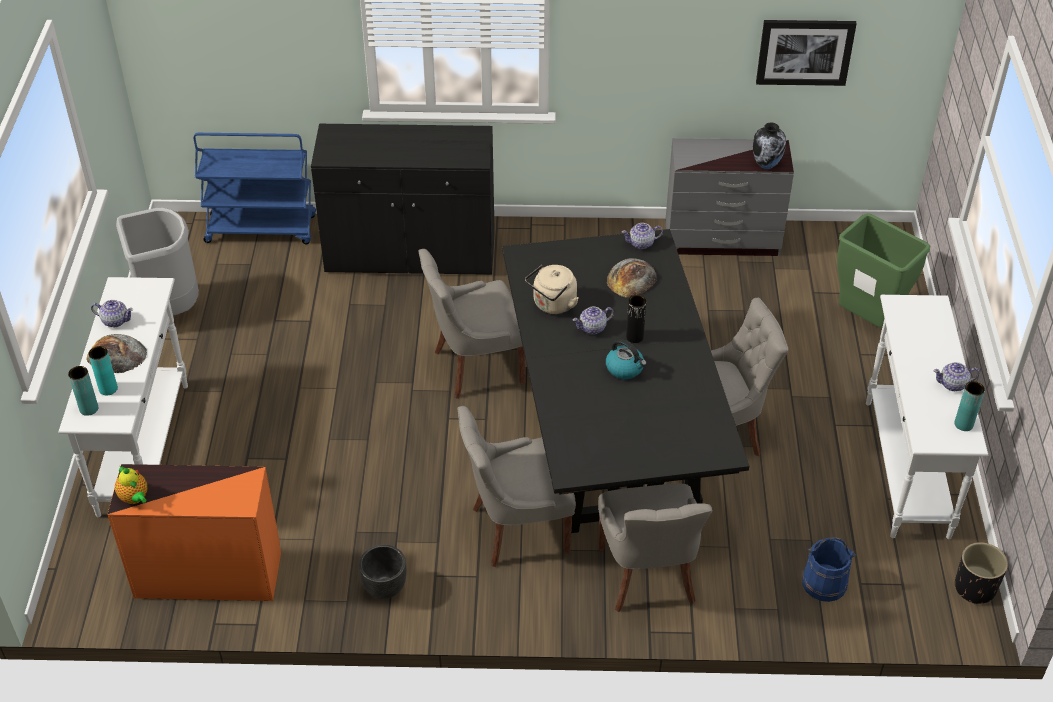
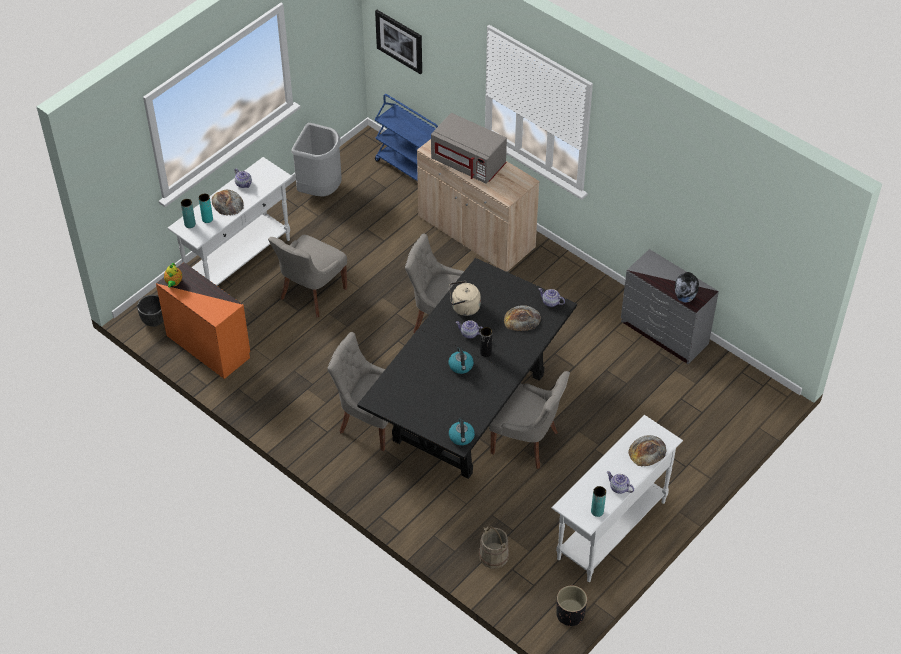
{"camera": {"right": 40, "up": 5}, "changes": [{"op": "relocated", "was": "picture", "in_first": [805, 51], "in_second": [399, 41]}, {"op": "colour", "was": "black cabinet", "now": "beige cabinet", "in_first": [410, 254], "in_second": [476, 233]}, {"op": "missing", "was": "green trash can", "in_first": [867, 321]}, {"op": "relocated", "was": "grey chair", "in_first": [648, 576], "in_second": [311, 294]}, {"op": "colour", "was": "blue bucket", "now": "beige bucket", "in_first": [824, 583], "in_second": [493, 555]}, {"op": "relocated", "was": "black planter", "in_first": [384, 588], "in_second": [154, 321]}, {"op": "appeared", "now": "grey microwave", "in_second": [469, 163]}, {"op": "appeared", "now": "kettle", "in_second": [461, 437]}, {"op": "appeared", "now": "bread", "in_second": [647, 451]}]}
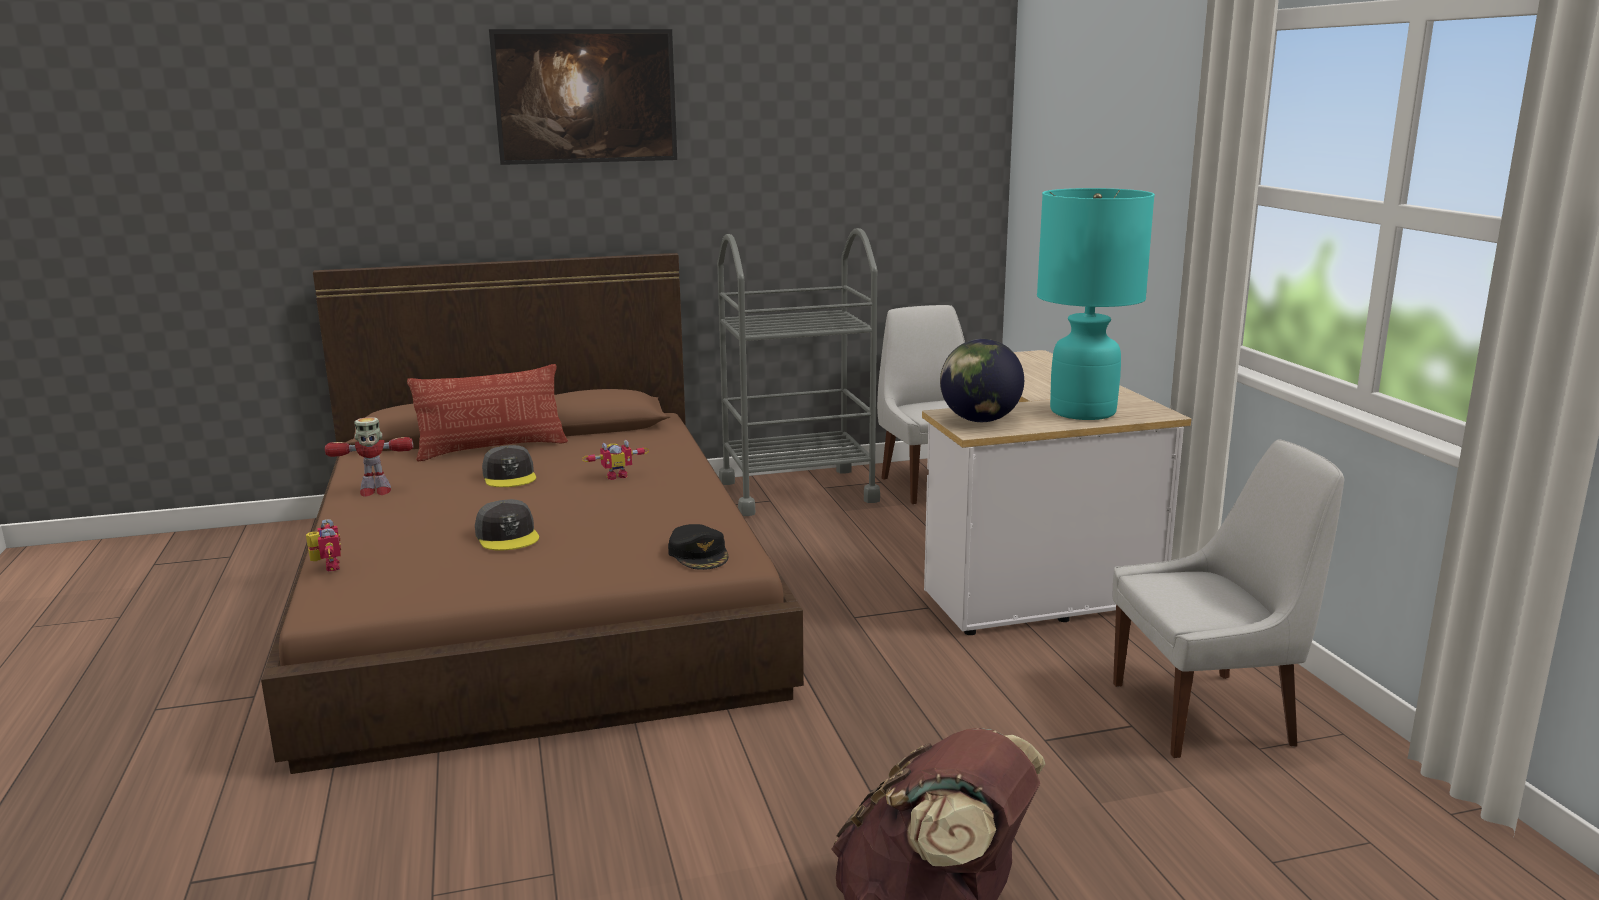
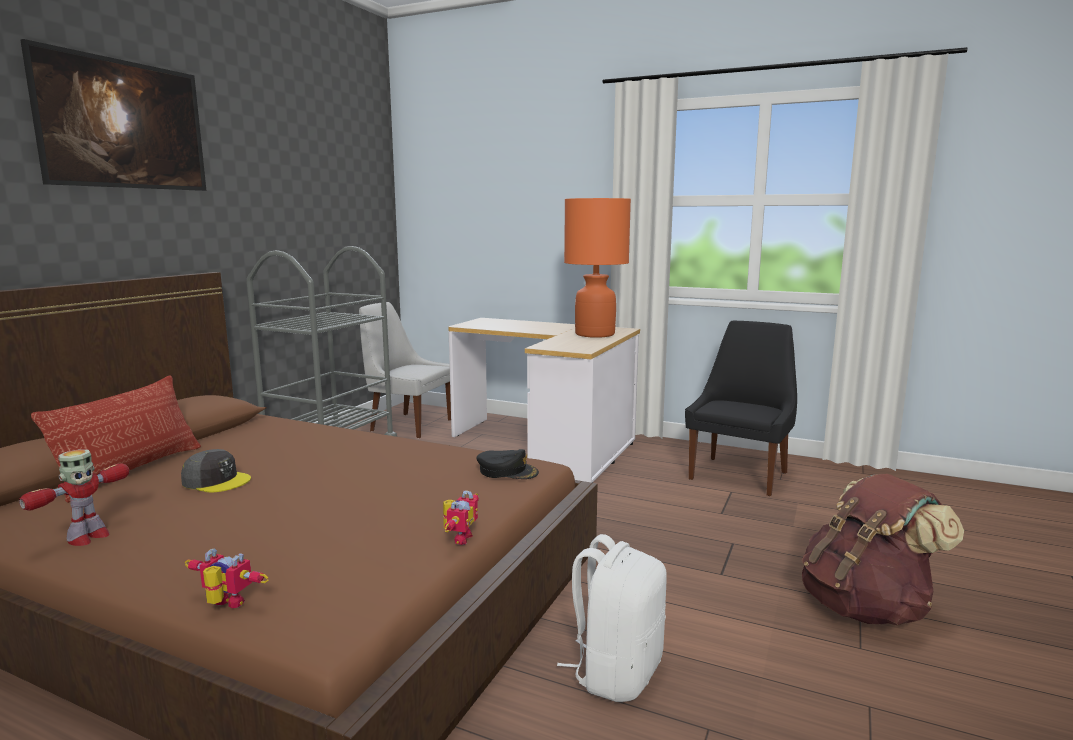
{"camera": {"right": -50, "up": -5}, "changes": [{"op": "colour", "was": "turquoise table lamp", "now": "orange table lamp", "in_first": [1083, 412], "in_second": [594, 334]}, {"op": "missing", "was": "globe", "in_first": [979, 420]}, {"op": "relocated", "was": "toy robot", "in_first": [616, 476], "in_second": [458, 538]}, {"op": "colour", "was": "white chair", "now": "black chair", "in_first": [1208, 713], "in_second": [740, 474]}, {"op": "missing", "was": "grey cap", "in_first": [508, 536]}, {"op": "appeared", "now": "white backpack", "in_second": [616, 672]}]}
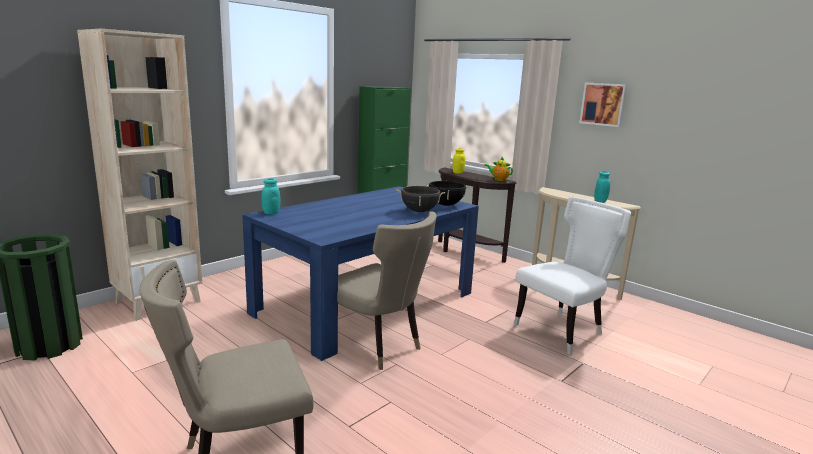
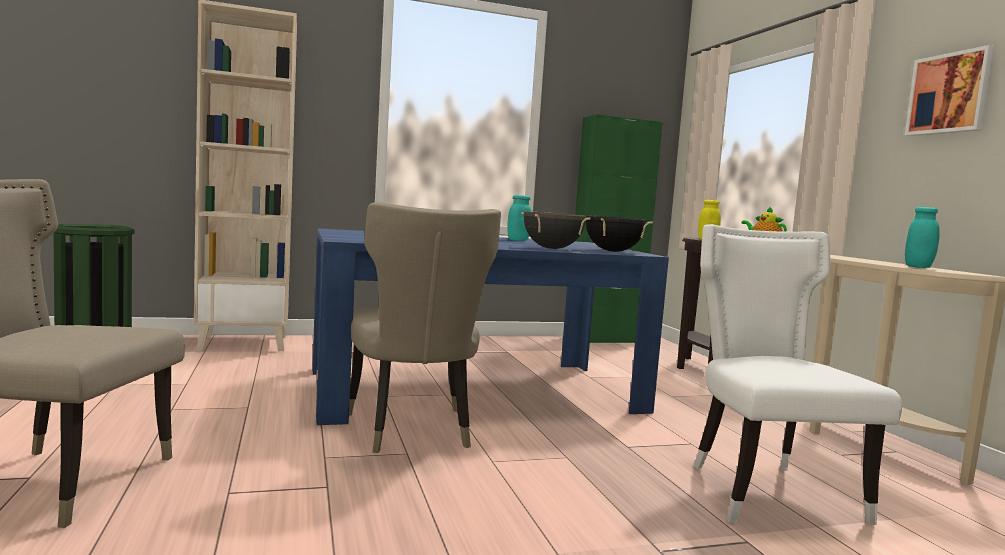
{"camera": {"right": 30, "up": -10}, "changes": [{"op": "relocated", "was": "turquoise jar", "in_first": [271, 213], "in_second": [518, 240]}, {"op": "spun", "was": "white chair", "in_first": [563, 330], "in_second": [766, 491], "clockwise": -90}]}
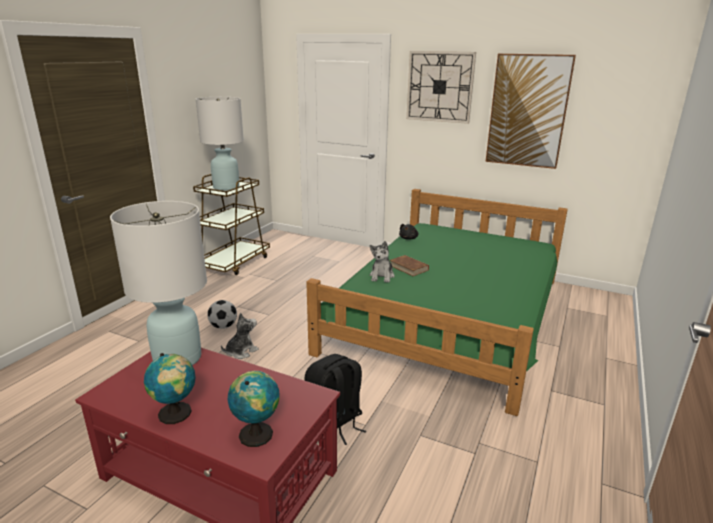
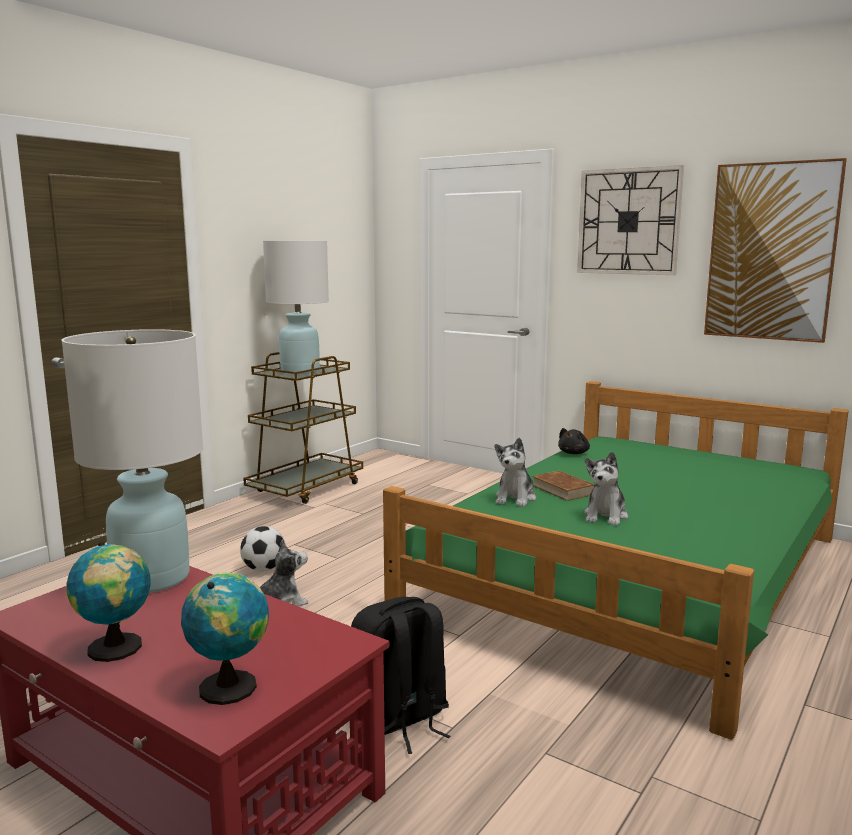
{"camera": {"right": 10, "up": -10}, "changes": [{"op": "appeared", "now": "plush toy", "in_second": [605, 516]}]}
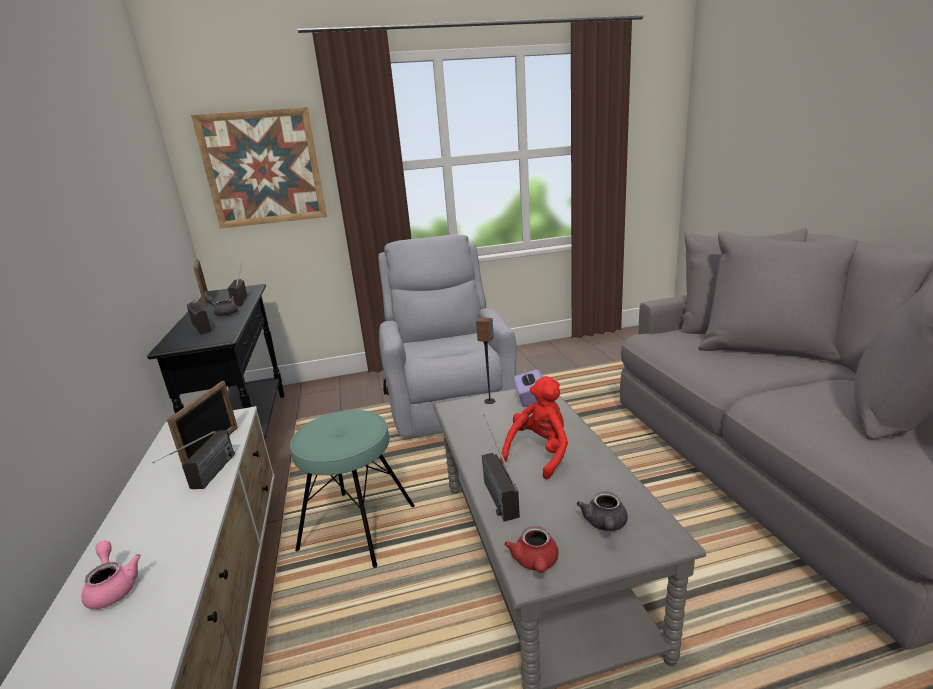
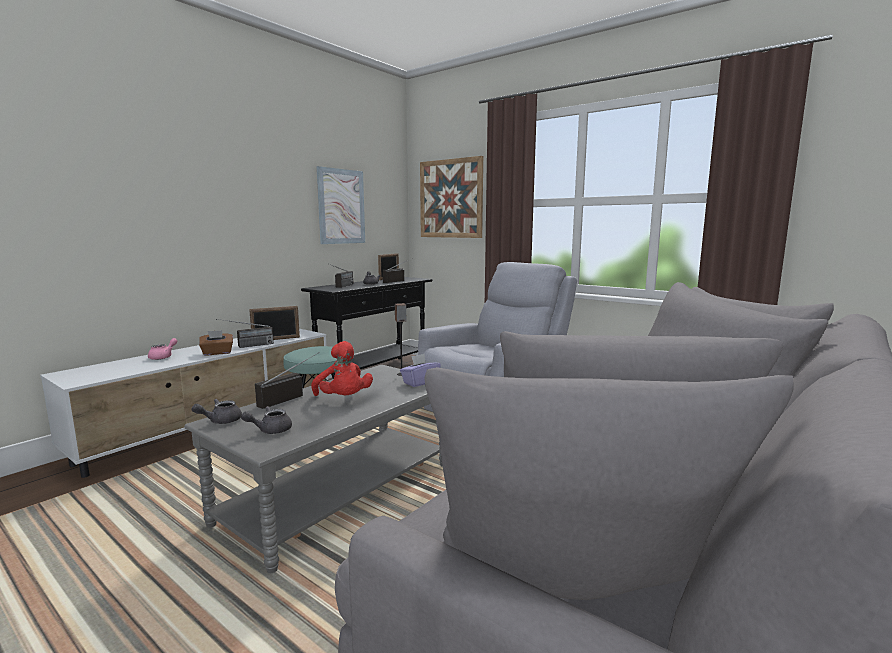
{"camera": {"right": 50, "up": -10}, "changes": [{"op": "spun", "was": "red plush toy", "in_first": [539, 453], "in_second": [343, 399], "clockwise": 60}, {"op": "colour", "was": "red teapot", "now": "grey teapot", "in_first": [535, 563], "in_second": [220, 421]}, {"op": "appeared", "now": "picture", "in_second": [341, 206]}, {"op": "appeared", "now": "brown tissue box", "in_second": [217, 353]}]}
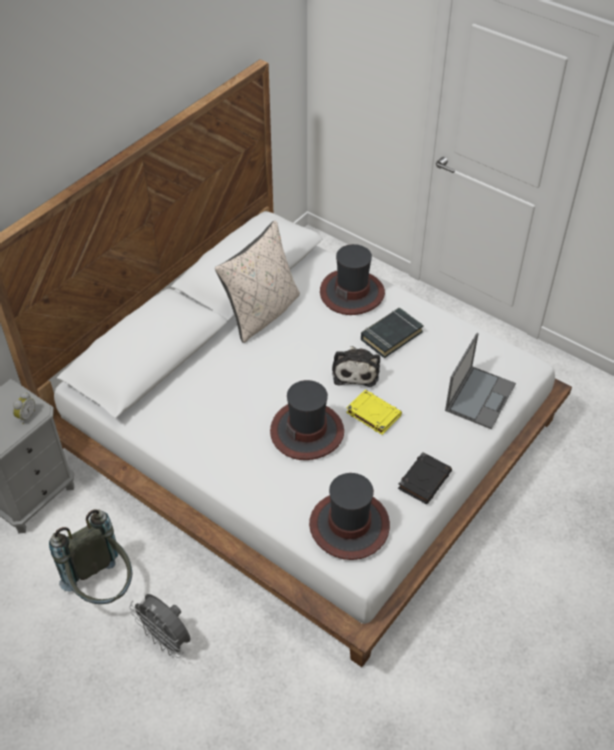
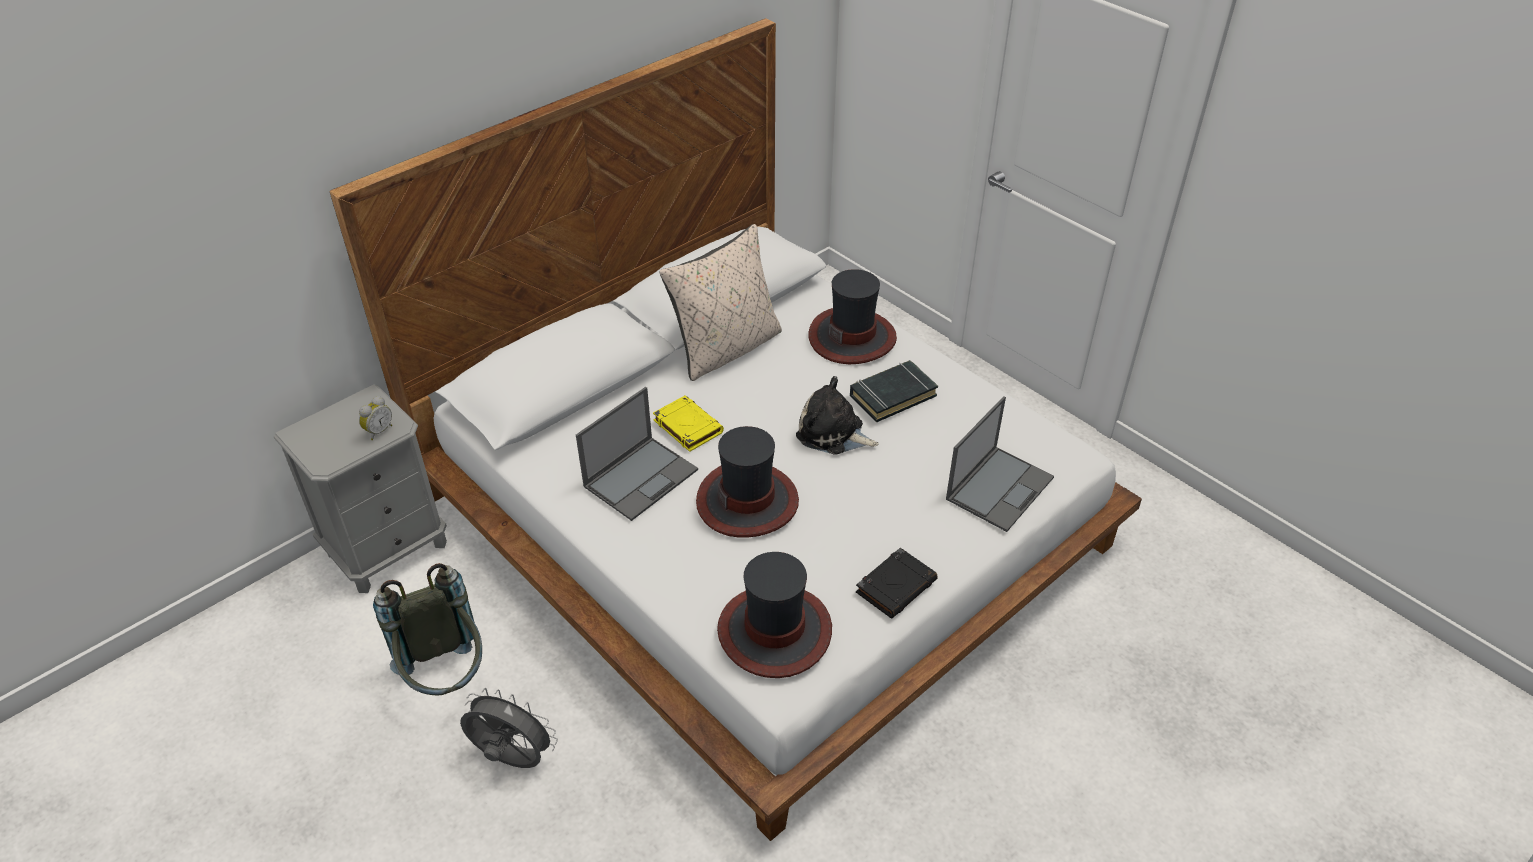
{"camera": {"right": 10, "up": -5}, "changes": [{"op": "spun", "was": "plush toy", "in_first": [355, 371], "in_second": [833, 433], "clockwise": 105}, {"op": "relocated", "was": "yellow book", "in_first": [373, 414], "in_second": [687, 426]}, {"op": "spun", "was": "grey fan", "in_first": [166, 639], "in_second": [512, 759], "clockwise": 150}, {"op": "appeared", "now": "laptop", "in_second": [641, 477]}]}
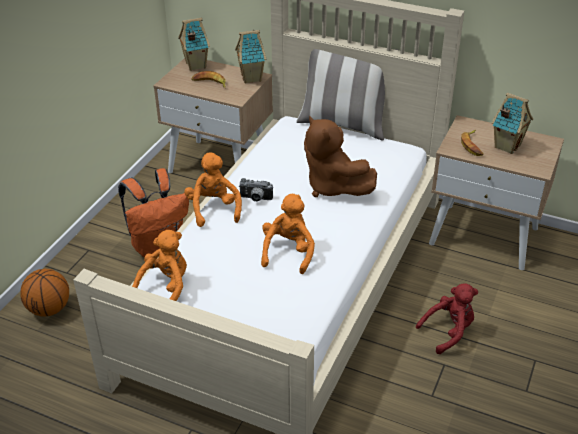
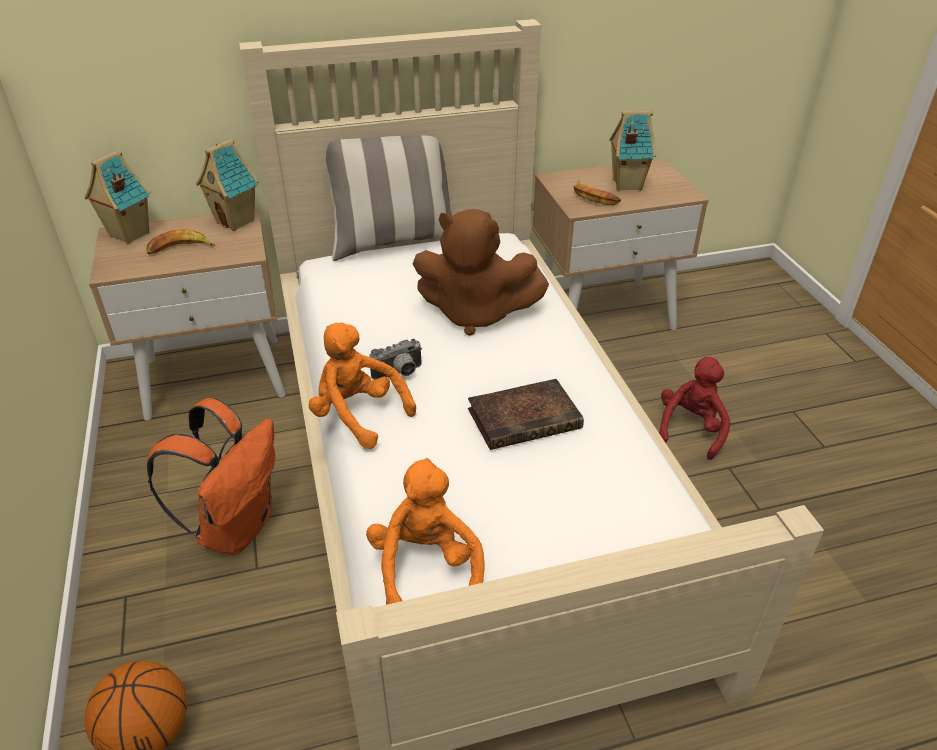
{"camera": {"right": -40, "up": 0}, "changes": [{"op": "exchanged", "was": "orange plush toy", "now": "book", "in_first": [288, 252], "in_second": [526, 418]}]}
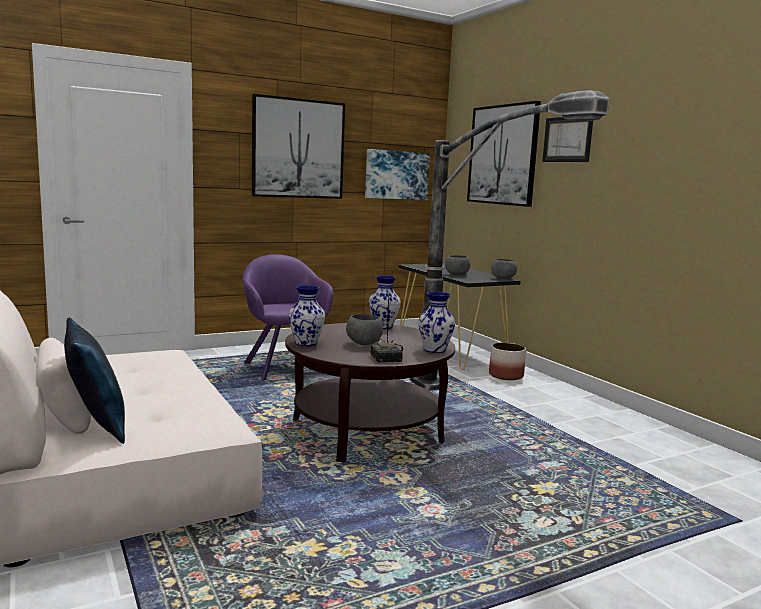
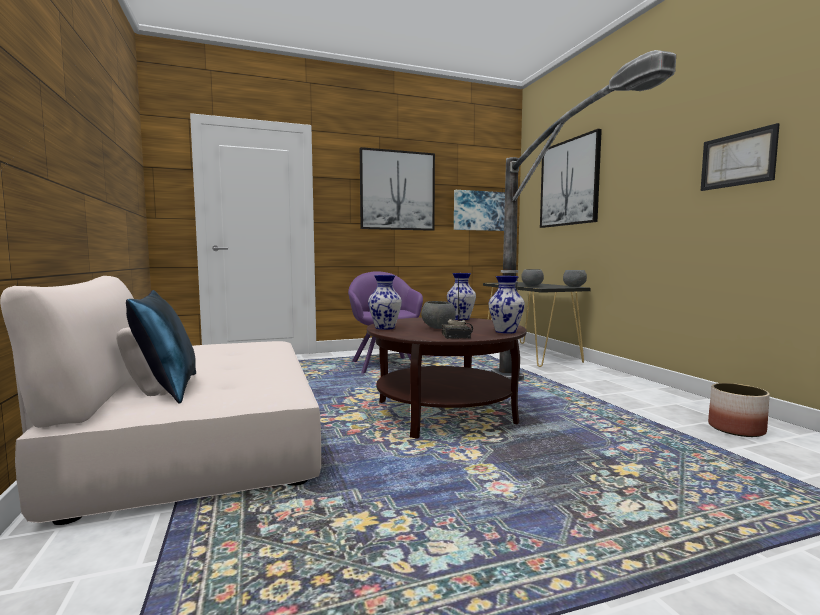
{"camera": {"right": 10, "up": -5}, "changes": [{"op": "relocated", "was": "picture", "in_first": [567, 139], "in_second": [737, 159]}, {"op": "relocated", "was": "planter", "in_first": [506, 375], "in_second": [736, 429]}]}
